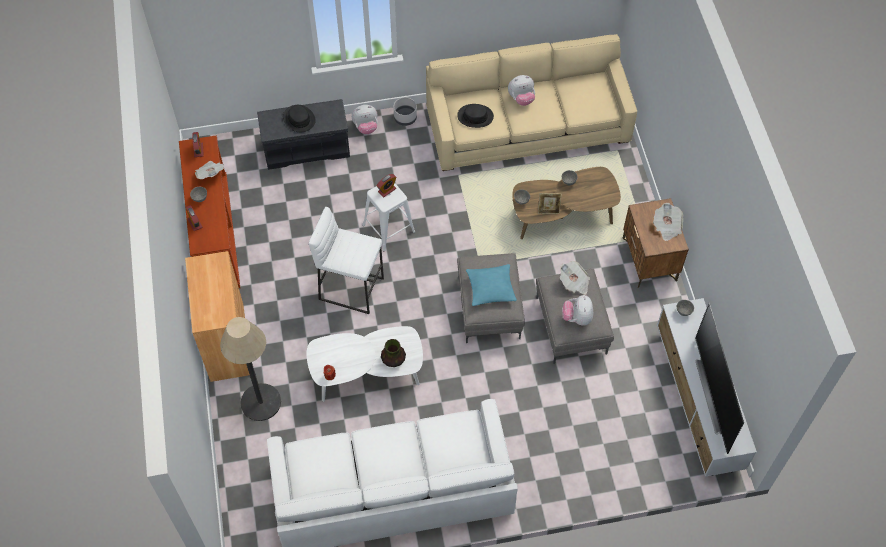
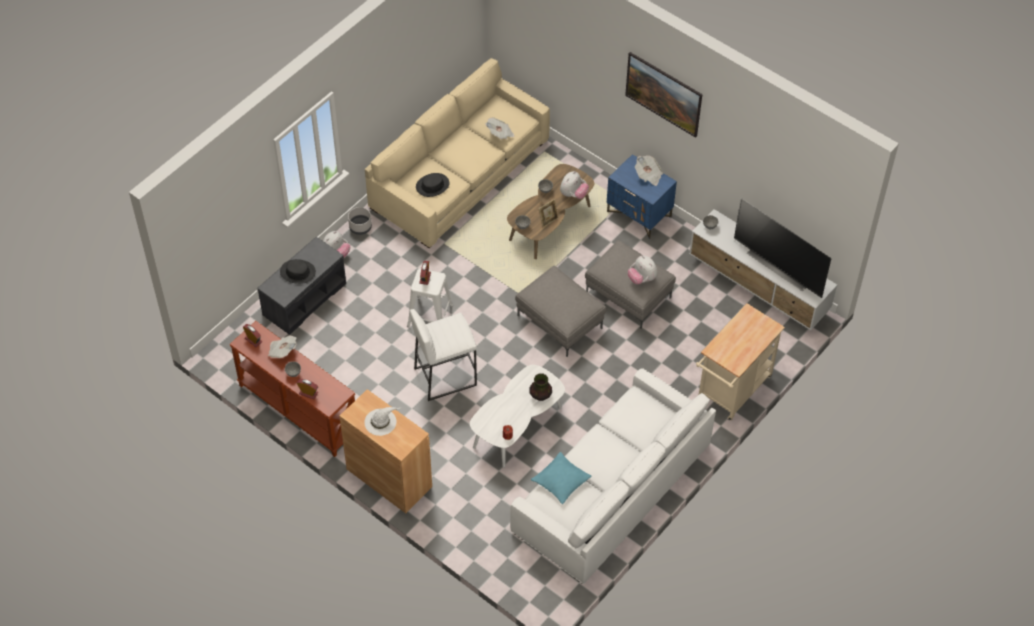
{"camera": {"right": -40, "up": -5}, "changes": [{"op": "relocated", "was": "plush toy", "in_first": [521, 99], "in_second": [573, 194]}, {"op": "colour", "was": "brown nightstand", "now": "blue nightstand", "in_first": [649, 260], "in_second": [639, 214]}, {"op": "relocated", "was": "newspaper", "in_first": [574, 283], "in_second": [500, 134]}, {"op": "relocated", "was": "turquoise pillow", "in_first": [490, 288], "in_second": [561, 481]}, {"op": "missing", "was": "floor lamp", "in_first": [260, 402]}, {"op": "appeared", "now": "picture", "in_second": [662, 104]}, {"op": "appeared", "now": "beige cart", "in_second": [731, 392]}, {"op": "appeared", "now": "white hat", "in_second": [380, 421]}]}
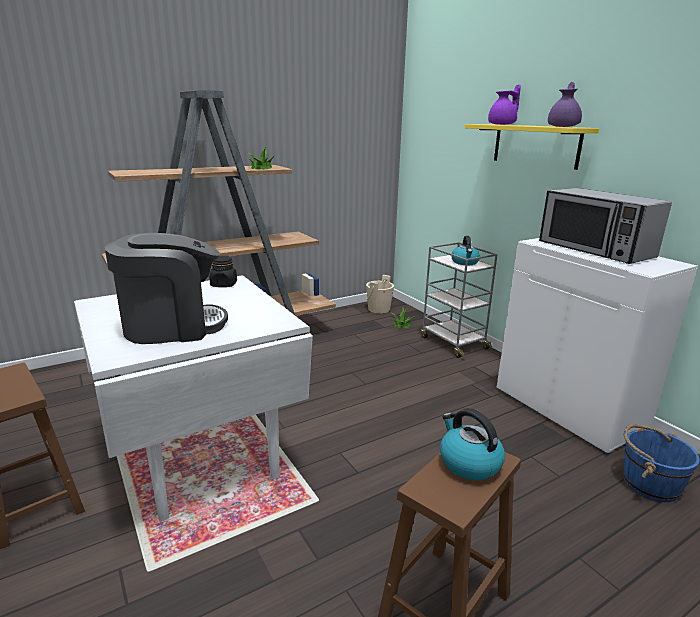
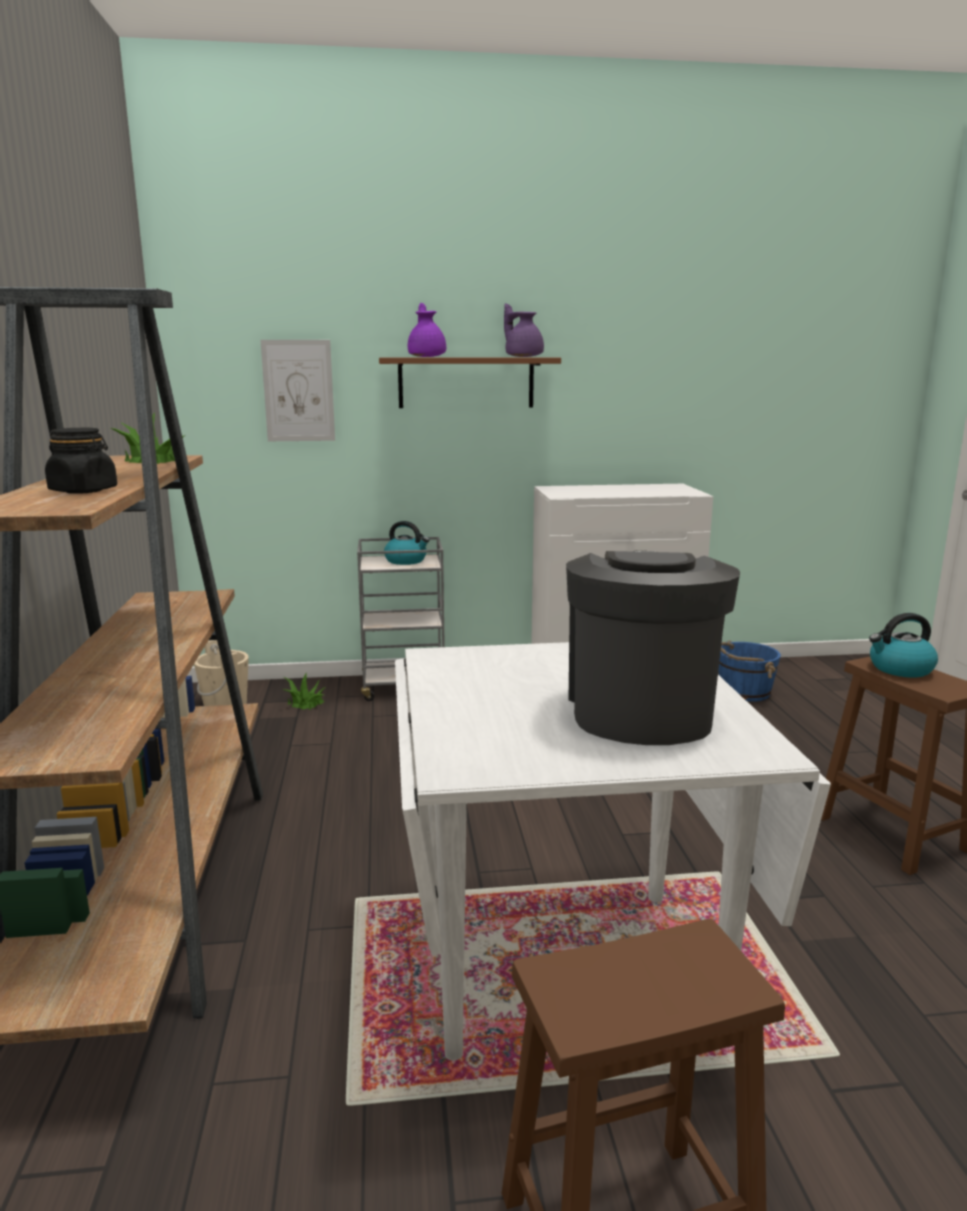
{"camera": {"right": -65, "up": -5}, "changes": [{"op": "colour", "was": "yellow shelf", "now": "brown shelf", "in_first": [535, 145], "in_second": [466, 382]}, {"op": "missing", "was": "microwave", "in_first": [594, 250]}, {"op": "relocated", "was": "black jar", "in_first": [224, 284], "in_second": [84, 491]}, {"op": "appeared", "now": "picture", "in_second": [298, 391]}]}
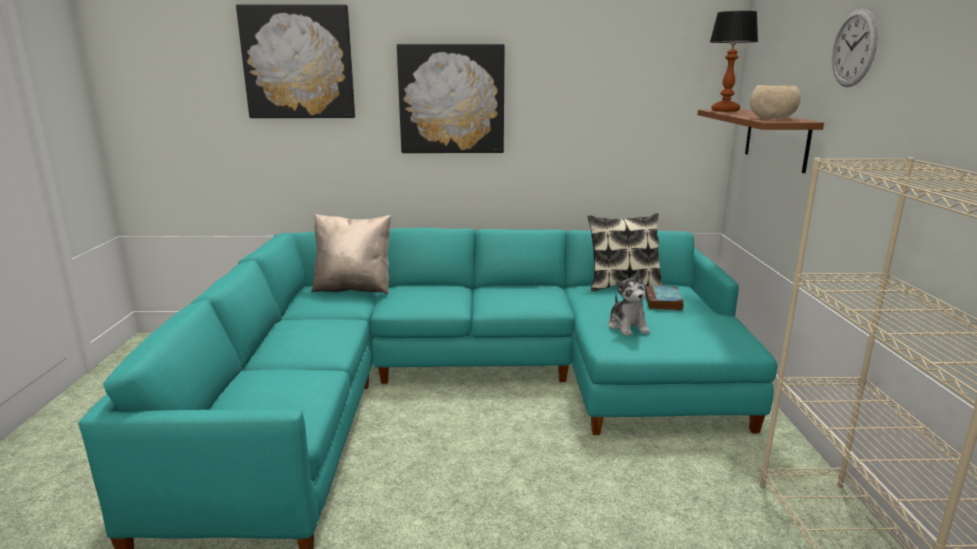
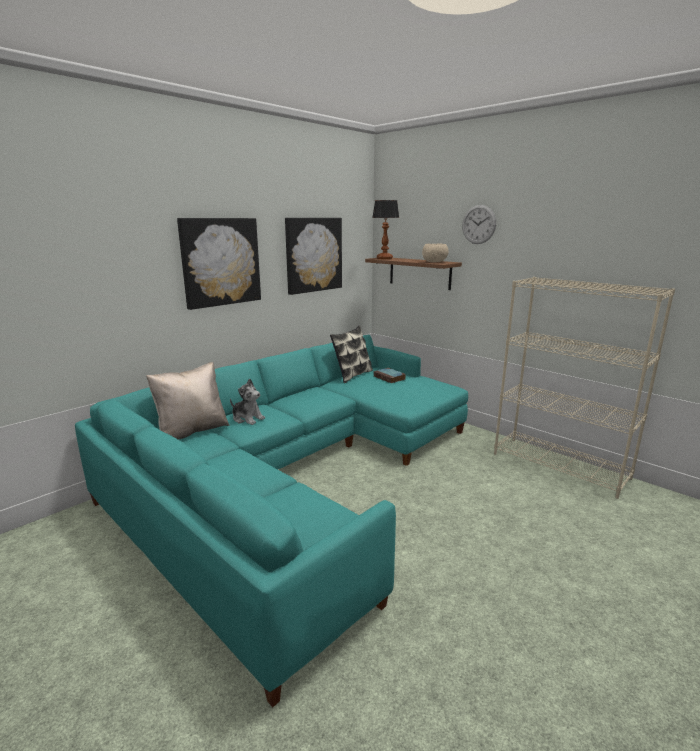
{"camera": {"right": -45, "up": 0}, "changes": [{"op": "relocated", "was": "picture", "in_first": [298, 62], "in_second": [313, 255]}, {"op": "relocated", "was": "plush toy", "in_first": [627, 326], "in_second": [247, 418]}]}
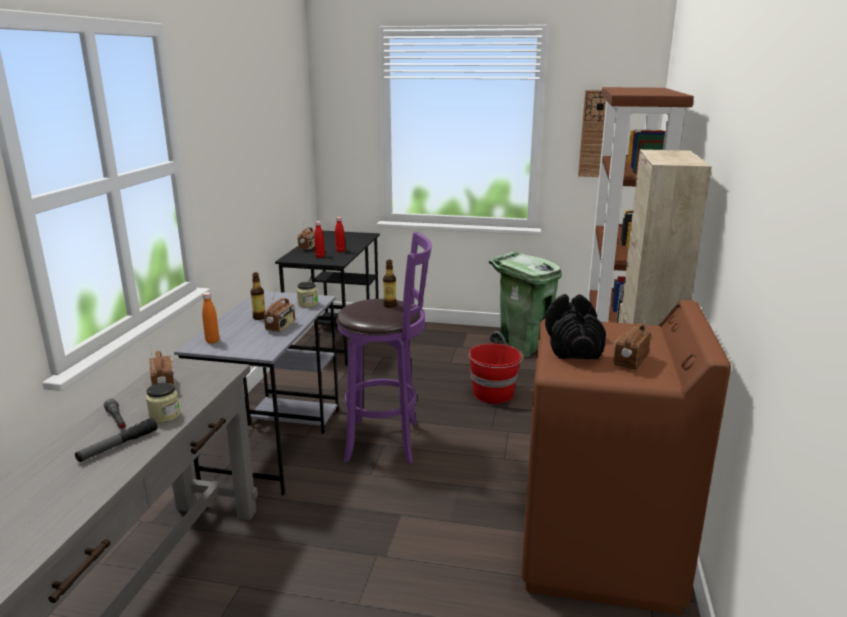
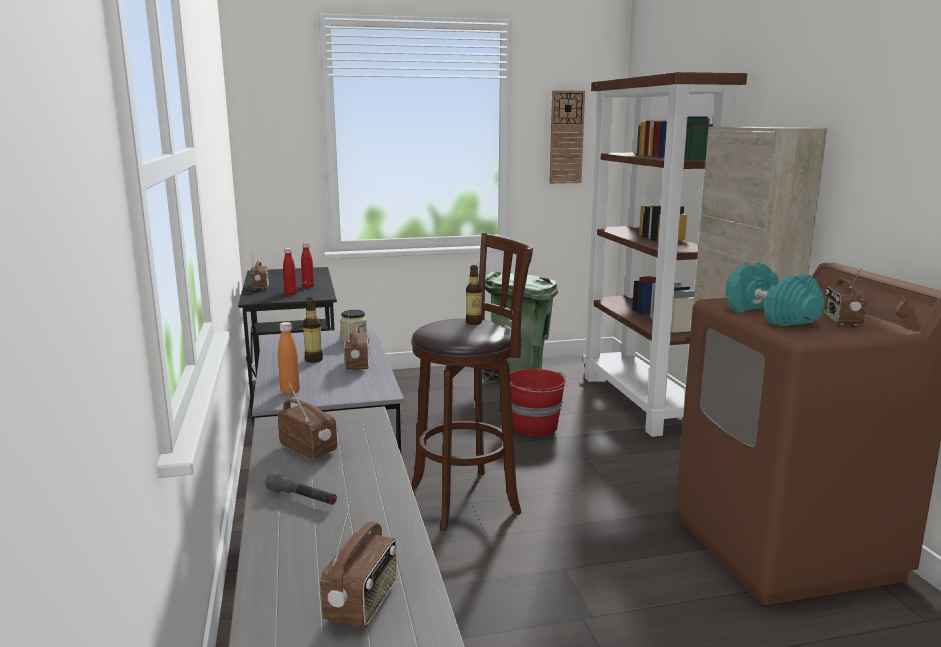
{"camera": {"right": -25, "up": -5}, "changes": [{"op": "colour", "was": "purple stool", "now": "brown stool", "in_first": [387, 441], "in_second": [470, 498]}, {"op": "colour", "was": "black dumbbell", "now": "turquoise dumbbell", "in_first": [572, 345], "in_second": [769, 315]}, {"op": "missing", "was": "jar", "in_first": [165, 416]}, {"op": "missing", "was": "flashlight", "in_first": [118, 446]}, {"op": "appeared", "now": "radio", "in_second": [363, 603]}]}
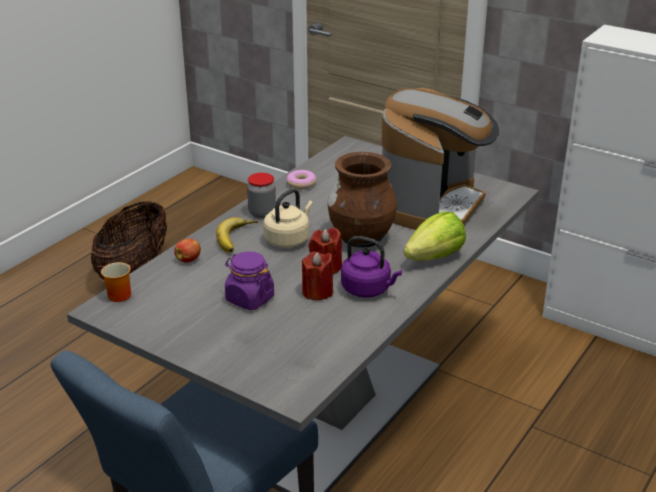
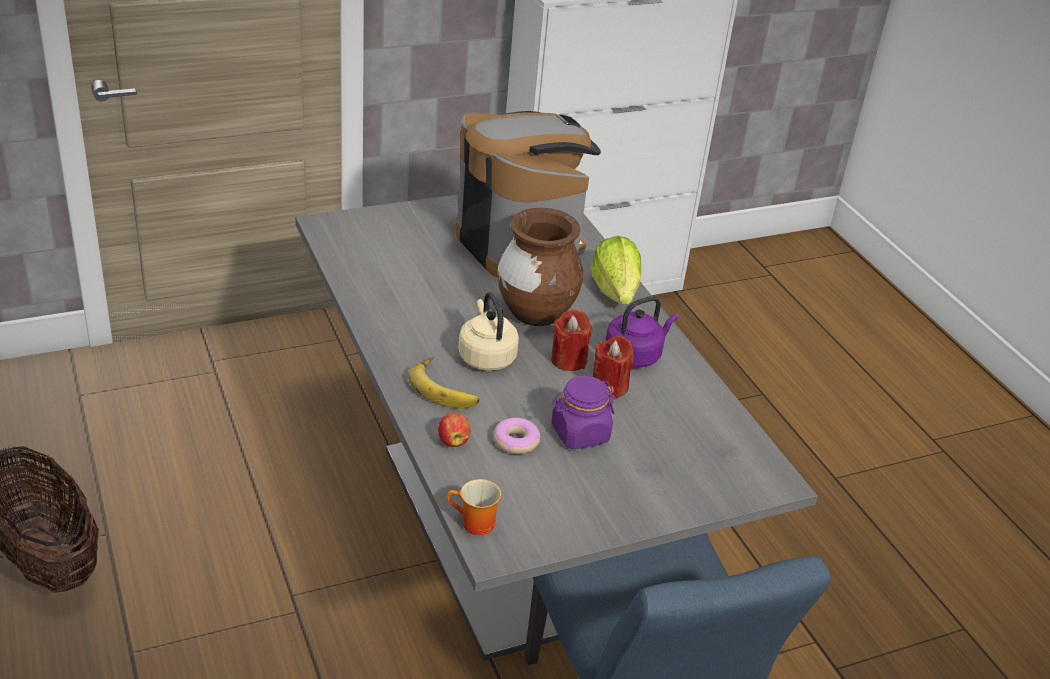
{"camera": {"right": -60, "up": 5}, "changes": [{"op": "relocated", "was": "donut", "in_first": [301, 184], "in_second": [516, 441]}, {"op": "missing", "was": "jar", "in_first": [262, 213]}]}
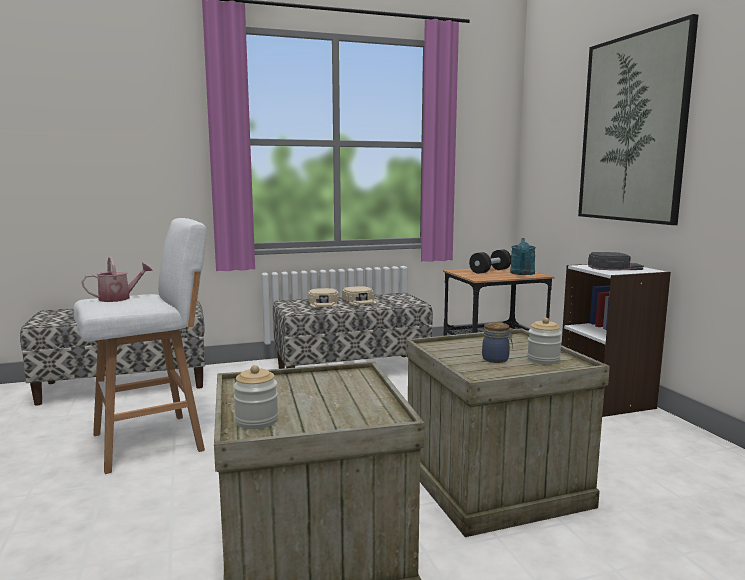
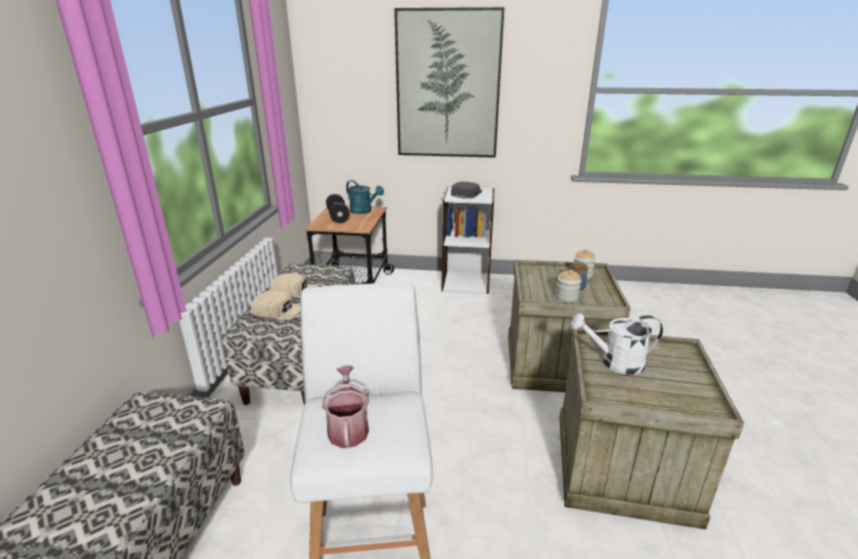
{"camera": {"right": -65, "up": 15}, "changes": [{"op": "relocated", "was": "jar", "in_first": [257, 421], "in_second": [567, 297]}, {"op": "appeared", "now": "white watering can", "in_second": [614, 363]}]}
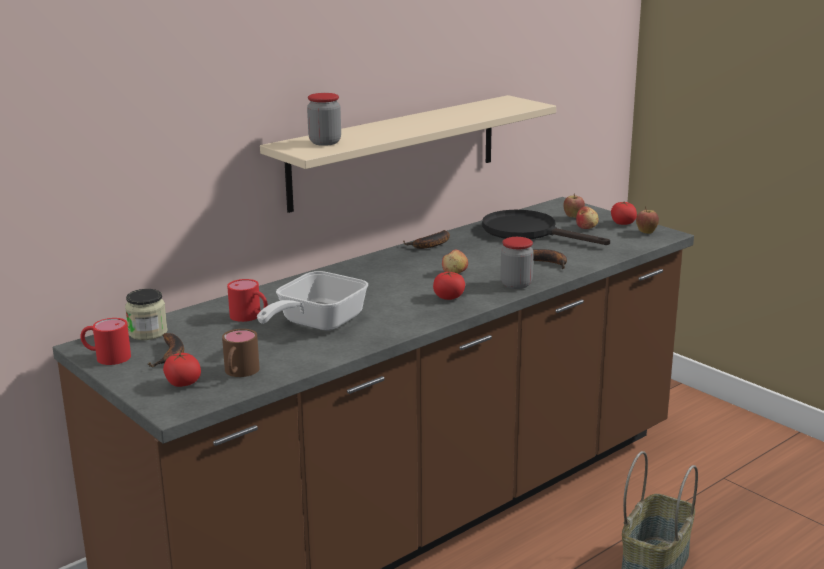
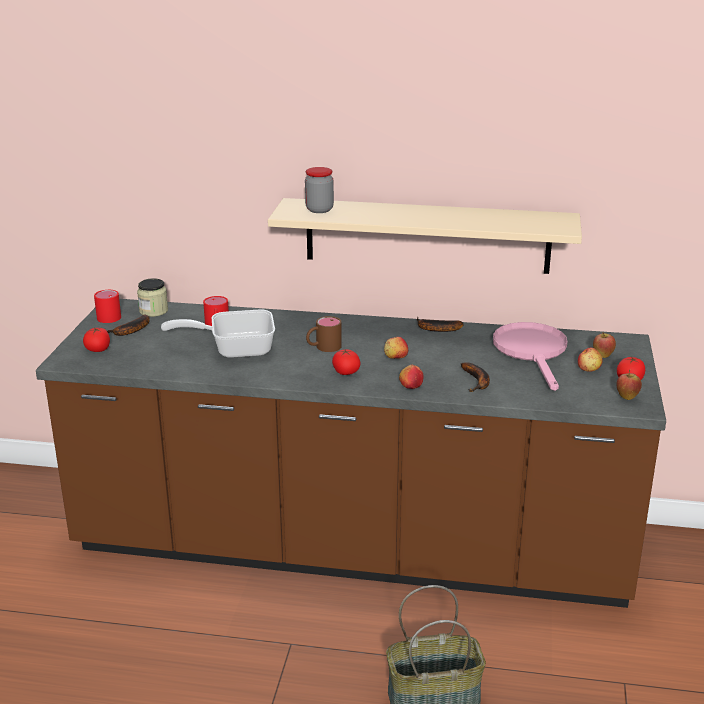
{"camera": {"right": 50, "up": 5}, "changes": [{"op": "colour", "was": "black frying pan", "now": "pink frying pan", "in_first": [529, 232], "in_second": [532, 352]}, {"op": "exchanged", "was": "jar", "now": "apple", "in_first": [516, 284], "in_second": [411, 386]}, {"op": "relocated", "was": "brown mug", "in_first": [239, 373], "in_second": [323, 347]}]}
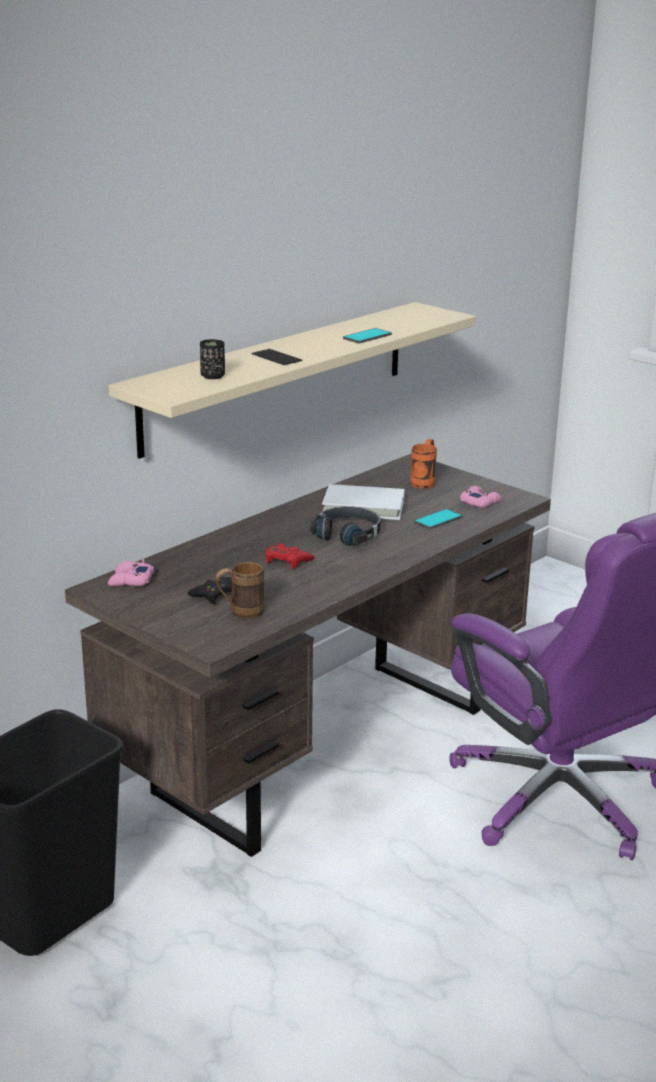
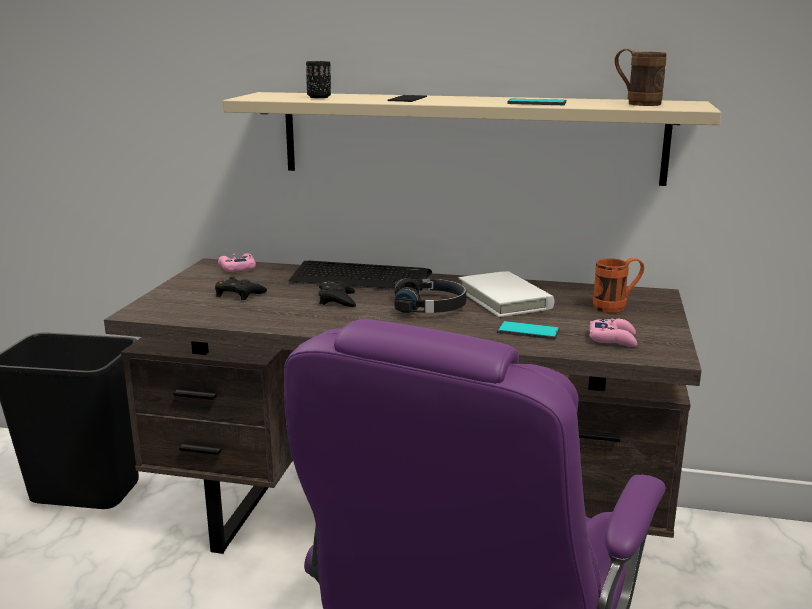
{"camera": {"right": 60, "up": -5}, "changes": [{"op": "colour", "was": "red game controller", "now": "black game controller", "in_first": [287, 561], "in_second": [337, 300]}, {"op": "relocated", "was": "brown mug", "in_first": [240, 613], "in_second": [636, 103]}, {"op": "appeared", "now": "keyboard", "in_second": [360, 278]}]}
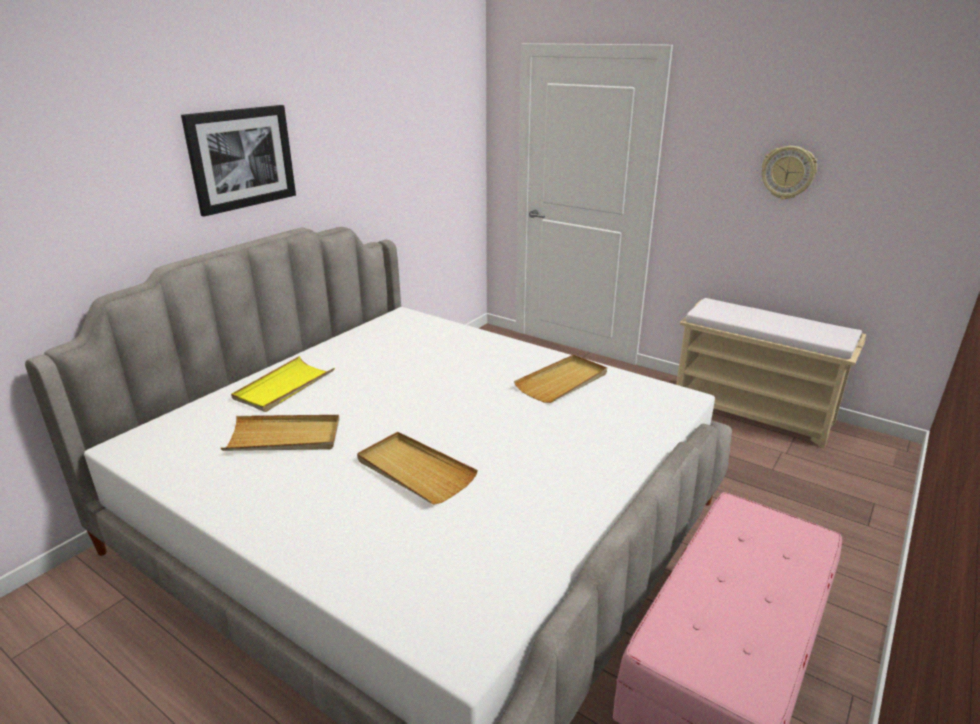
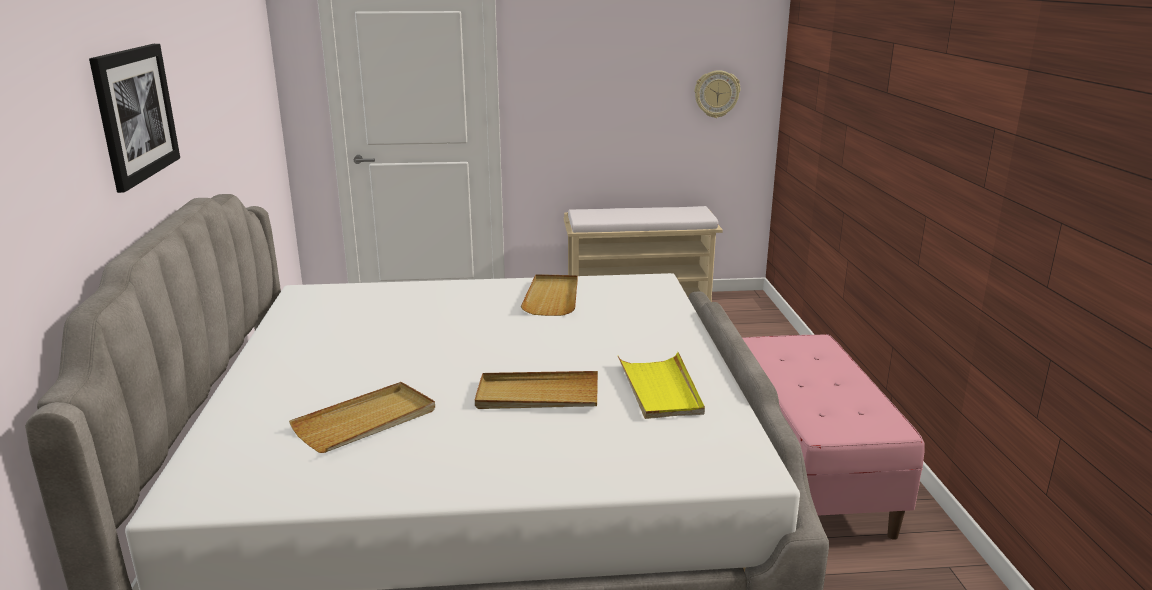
{"camera": {"right": -40, "up": -5}, "changes": [{"op": "relocated", "was": "wall clock", "in_first": [788, 172], "in_second": [716, 94]}, {"op": "relocated", "was": "yellow tray", "in_first": [284, 387], "in_second": [660, 389]}]}
